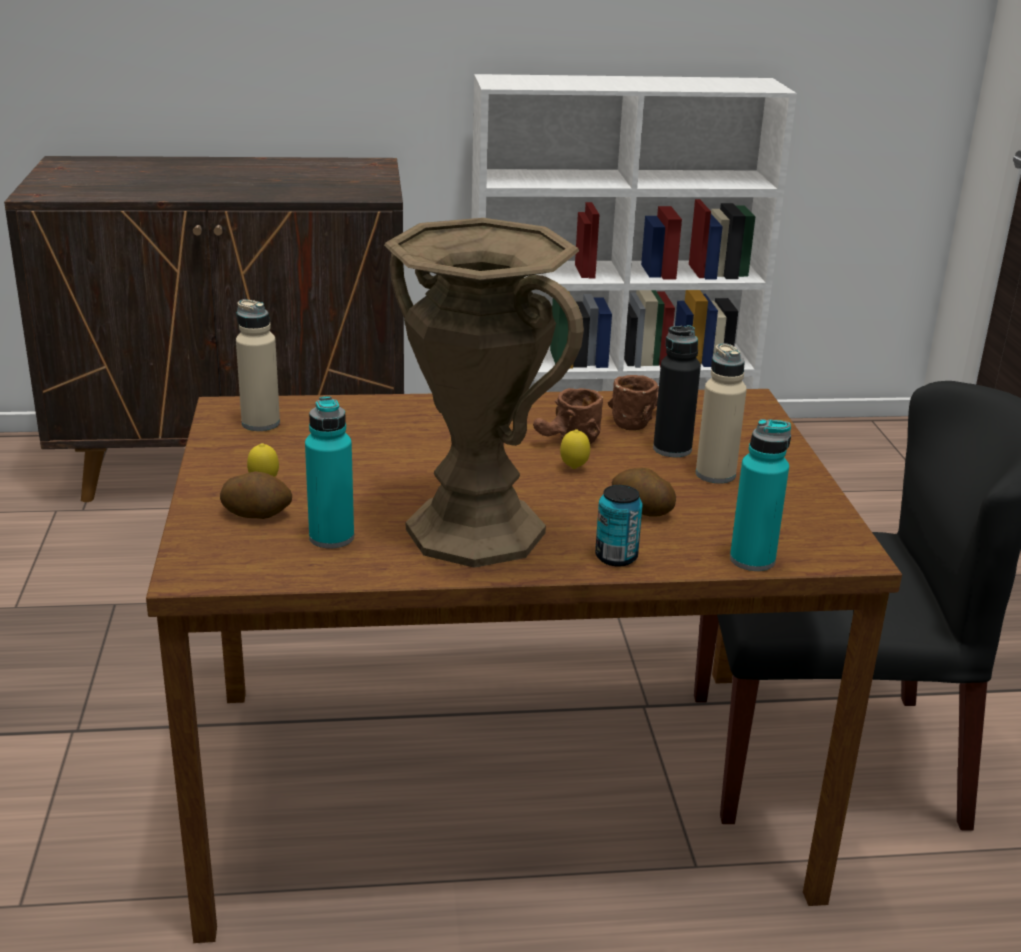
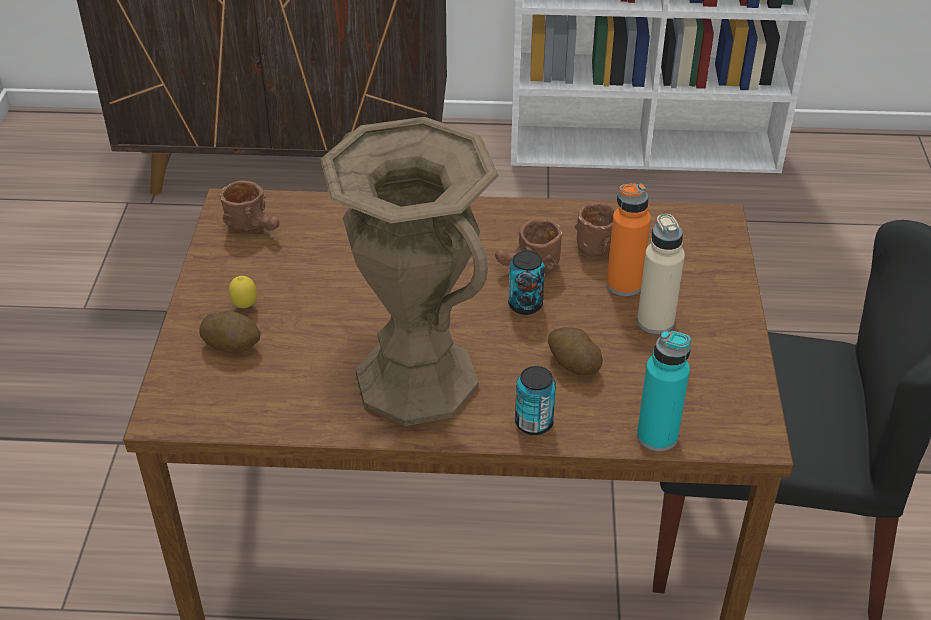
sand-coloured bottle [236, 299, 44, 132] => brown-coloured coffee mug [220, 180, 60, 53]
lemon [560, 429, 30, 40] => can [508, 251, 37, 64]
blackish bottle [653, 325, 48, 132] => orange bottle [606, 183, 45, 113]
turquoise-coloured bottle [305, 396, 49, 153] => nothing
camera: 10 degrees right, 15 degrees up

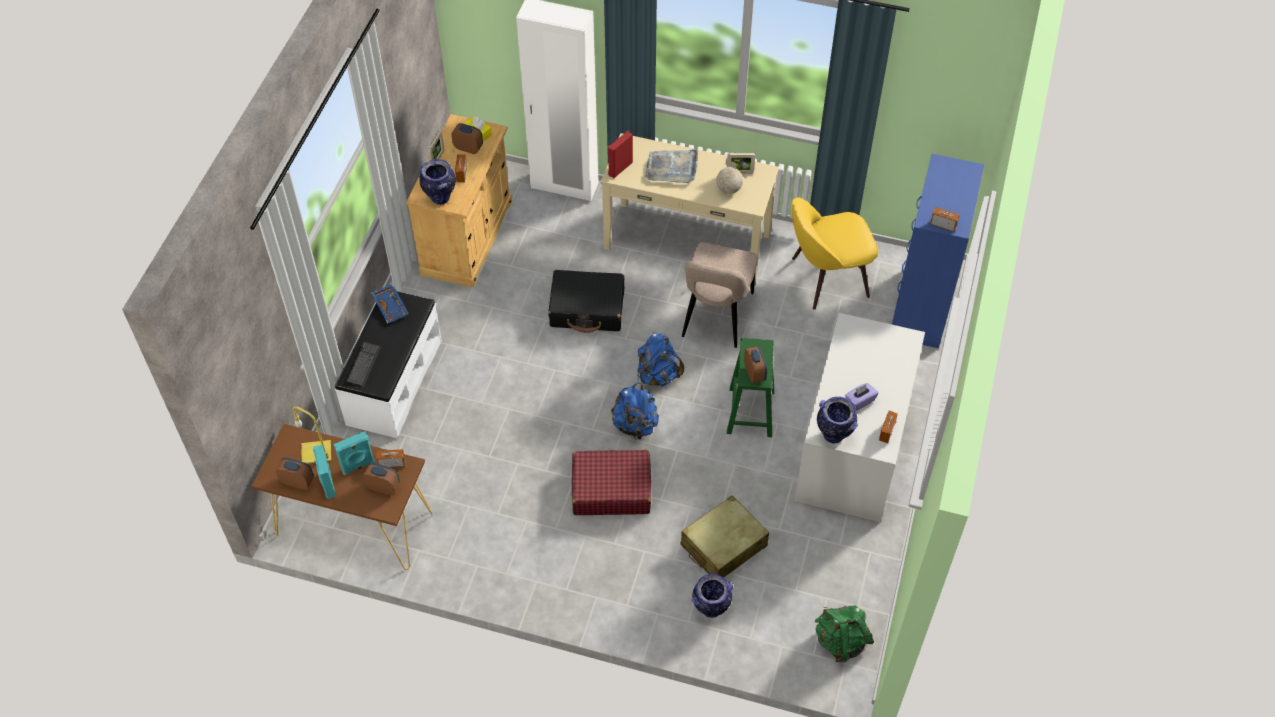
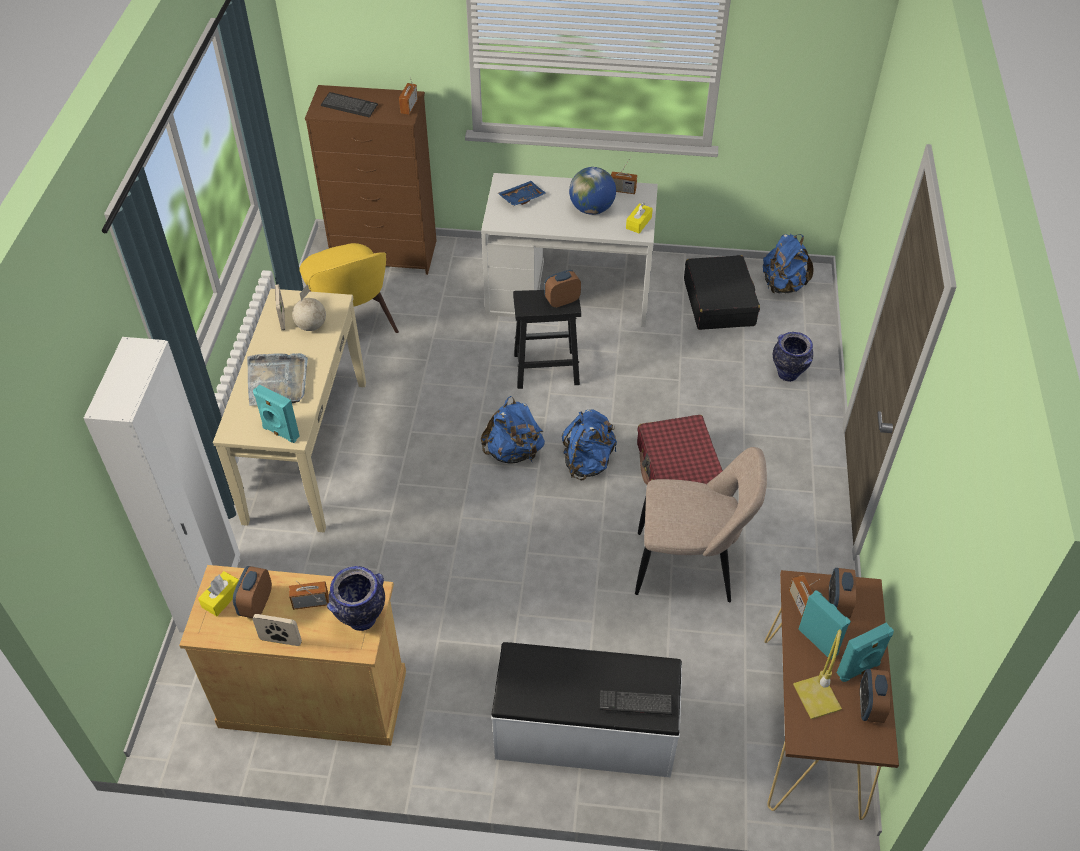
red-coloured audio speaker [608, 131, 25, 47] => turquoise-coloured audio speaker [253, 385, 47, 58]
bluish dresser [892, 154, 93, 195] => brown-coloured dresser [305, 85, 132, 190]
nothing => keyboard [321, 92, 57, 26]
bluish serving tray [371, 284, 38, 40] => bluish serving tray [498, 181, 49, 25], relocated
green-coloured sitting stool [727, 338, 47, 99] => blackish sitting stool [513, 290, 68, 99]
purplish tissue box [845, 383, 34, 28] => desk globe [569, 167, 47, 48]
flower vase [817, 397, 41, 46] => yellow tissue box [626, 203, 27, 30]
sand-coloured plain chair [682, 242, 75, 106] => sand-coloured plain chair [635, 447, 132, 155], relocated
blackish travel case [548, 270, 76, 63] => blackish travel case [684, 255, 76, 75], relocated
green-coloured backpack [815, 606, 59, 57] => bluish backpack [763, 234, 51, 60]
sand-coloured travel case [681, 496, 88, 82] => nothing
camera: 100 degrees left, 5 degrees down

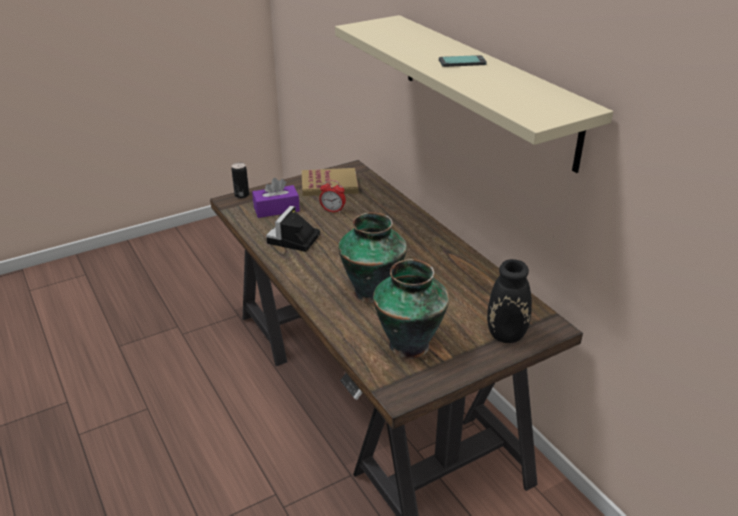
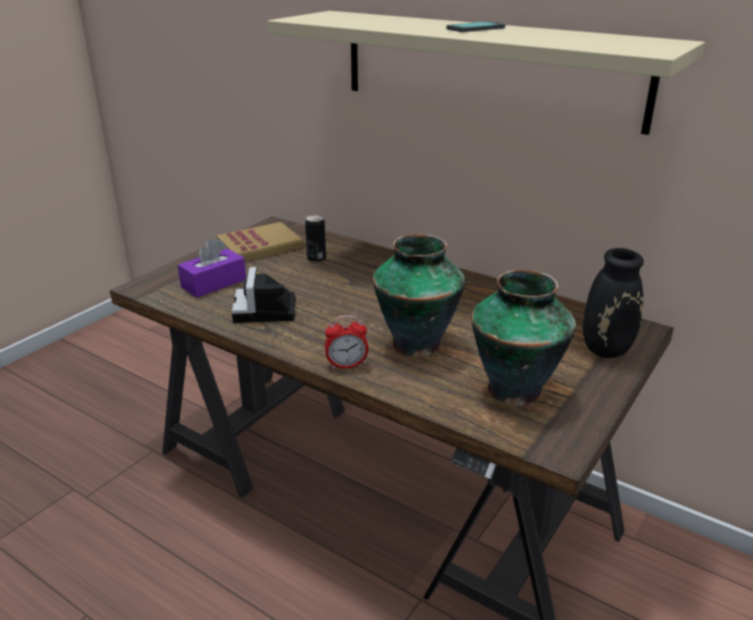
can [232, 162, 17, 37] => can [305, 214, 21, 48], relocated
table clock [319, 180, 27, 33] => table clock [325, 315, 43, 54], relocated
camera: 25 degrees left, 5 degrees down

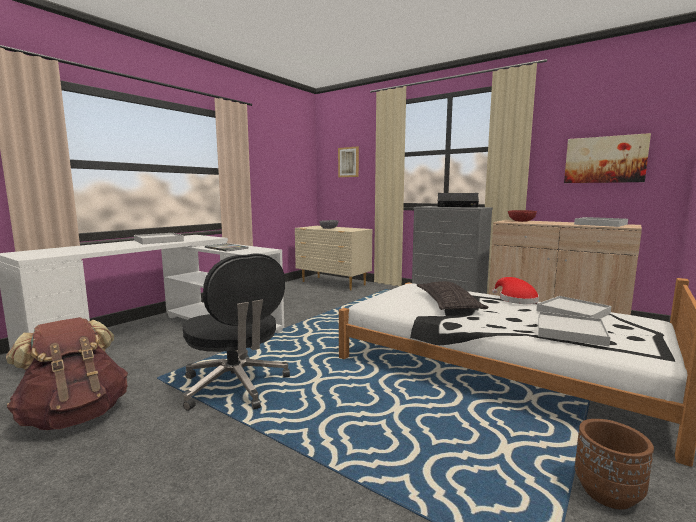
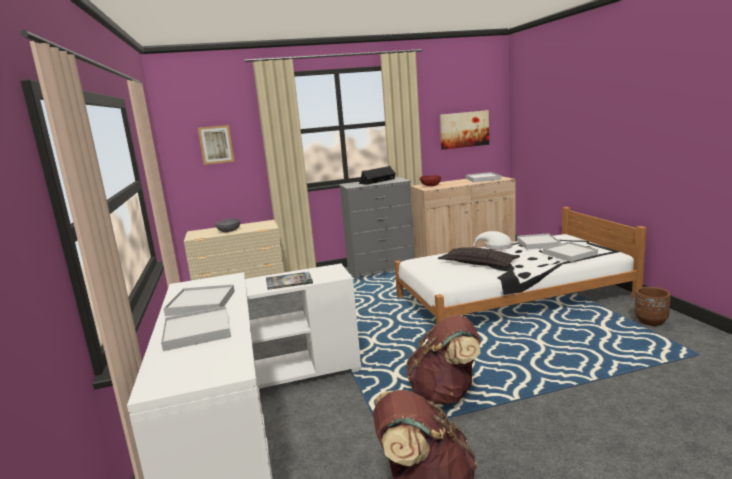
nothing => whitish serving tray [161, 306, 70, 45]
blackish desk chair [183, 253, 107, 158] => brown-coloured backpack [407, 315, 74, 89]
red-coloured clothing hat [492, 277, 47, 27] => whitish clothing hat [472, 231, 41, 19]
camera: 50 degrees left, 5 degrees up

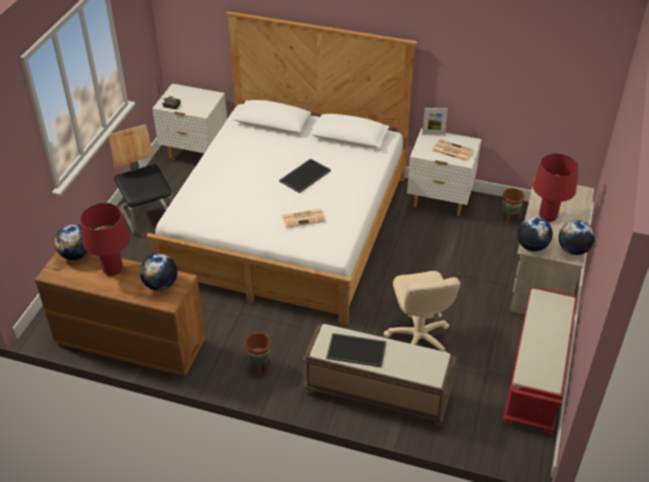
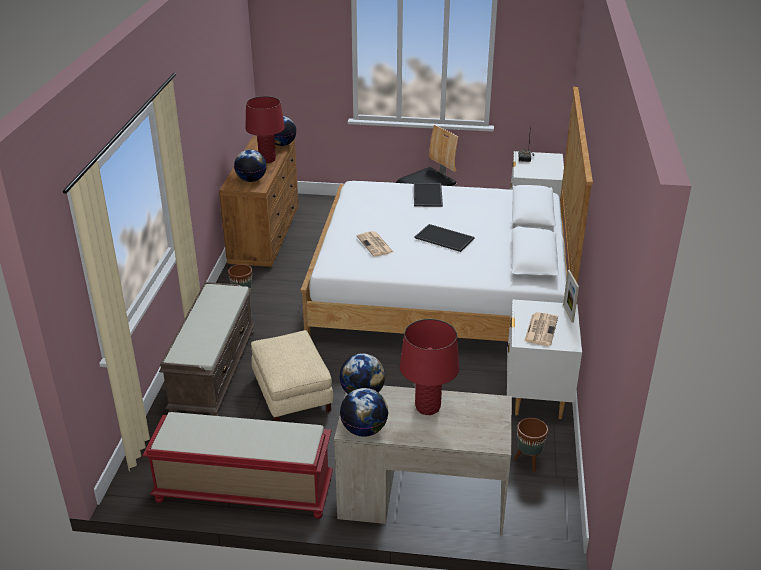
sand-coloured desk chair [384, 271, 76, 81] => sand-coloured footrest [251, 330, 82, 91]
serving tray [326, 333, 61, 35] => serving tray [414, 183, 29, 24], relocated
camera: 80 degrees right, 10 degrees down

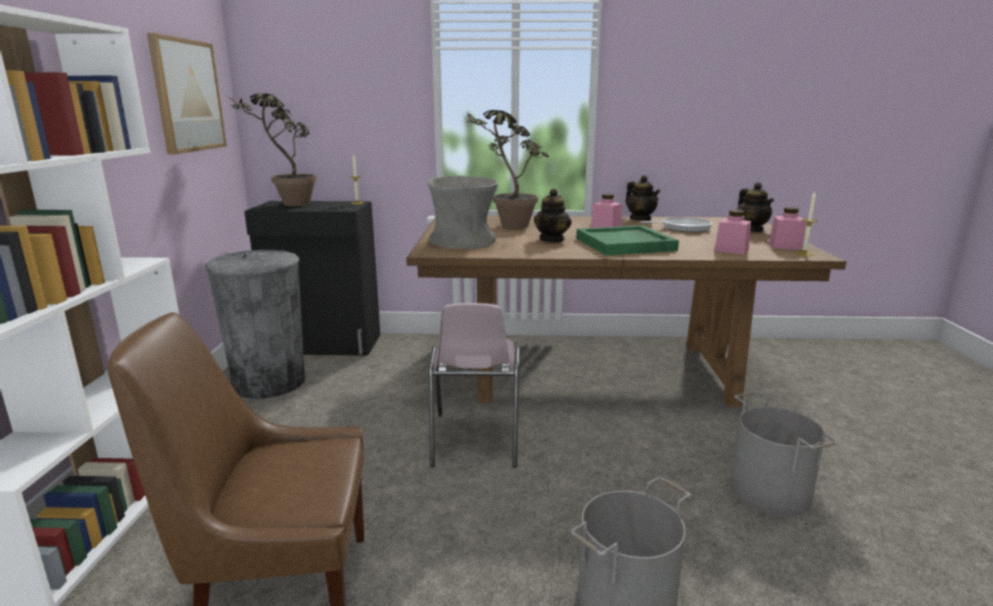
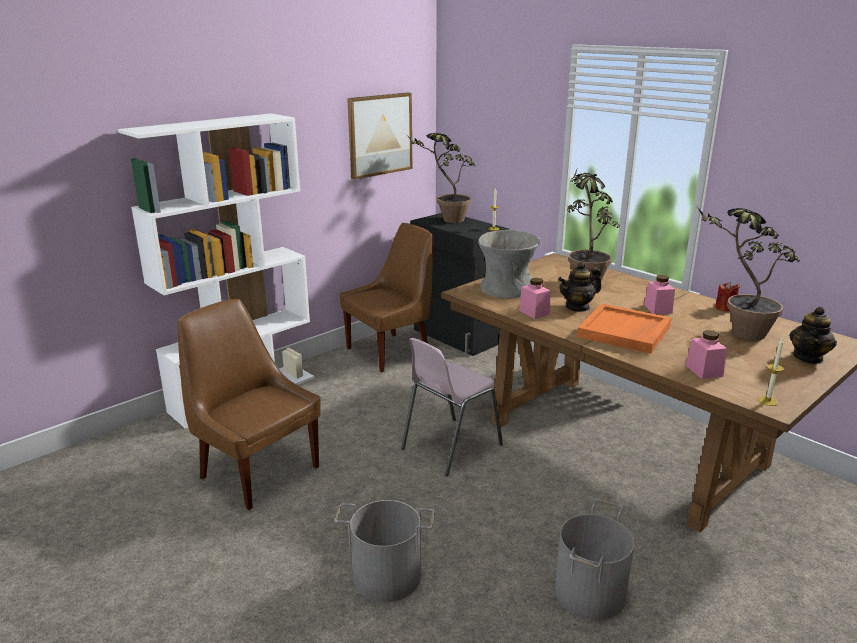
grey rubbish bin [205, 250, 100, 149] => brown-coloured plain chair [340, 223, 93, 150]
pink storage jar [769, 207, 37, 43] => pink storage jar [519, 278, 32, 41], relocated
green-coloured serving tray [576, 225, 103, 31] => orange serving tray [577, 303, 95, 51]
skillet [640, 217, 72, 15] => potted plant [697, 207, 103, 134]
pot for tea [625, 175, 35, 46] => red-coloured candle [715, 282, 25, 30]
camera: 45 degrees right, 5 degrees up

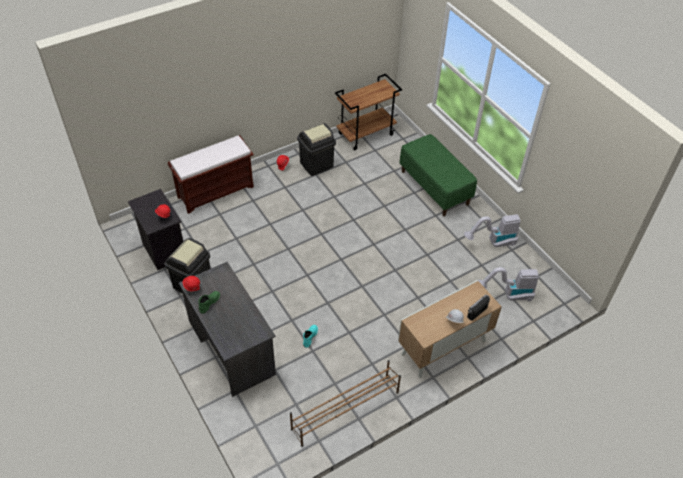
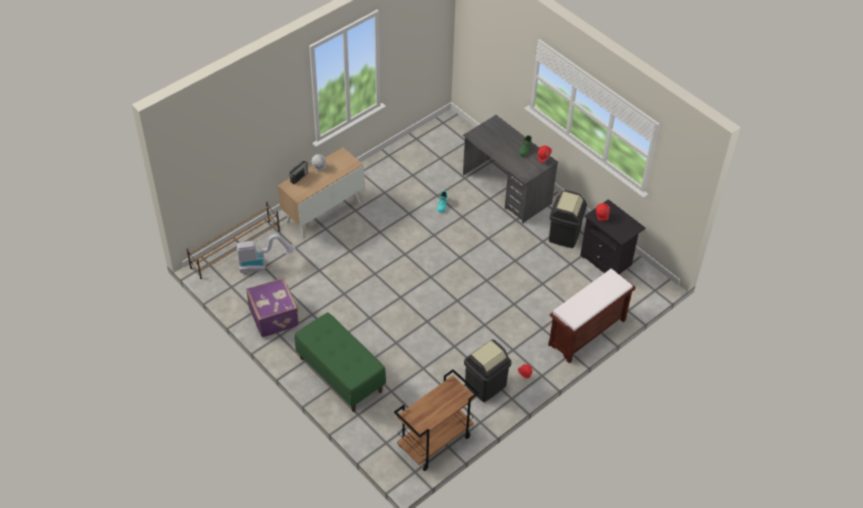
brown-coloured shoe stand [290, 360, 111, 87] => brown-coloured shoe stand [187, 202, 93, 77], relocated
vacuum [464, 214, 56, 33] => purplish travel case [246, 278, 53, 59]
camera: 170 degrees right, 0 degrees up

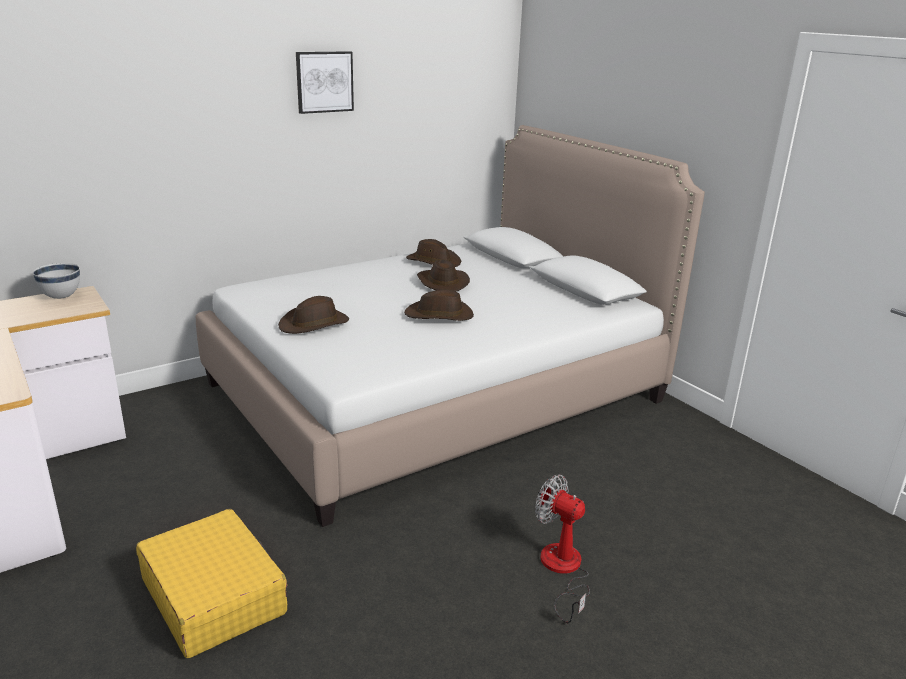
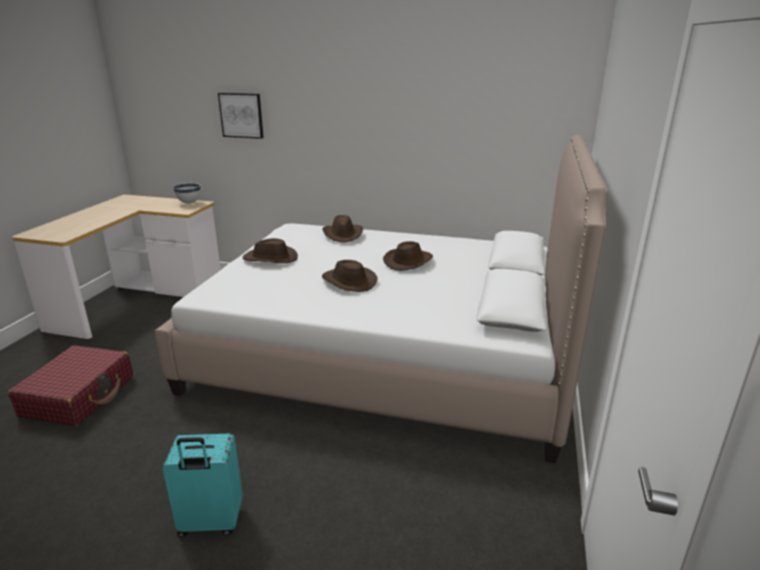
yellow travel case [136, 509, 151, 149] => red-coloured travel case [8, 345, 125, 81]
cooling fan [535, 474, 55, 149] => turquoise-coloured travel case [162, 434, 81, 103]
wall picture [296, 51, 58, 63] => wall picture [218, 93, 46, 46], relocated
brown-coloured clothing hat [406, 239, 55, 28] => brown-coloured clothing hat [322, 215, 41, 27], relocated
camera: 50 degrees right, 0 degrees up

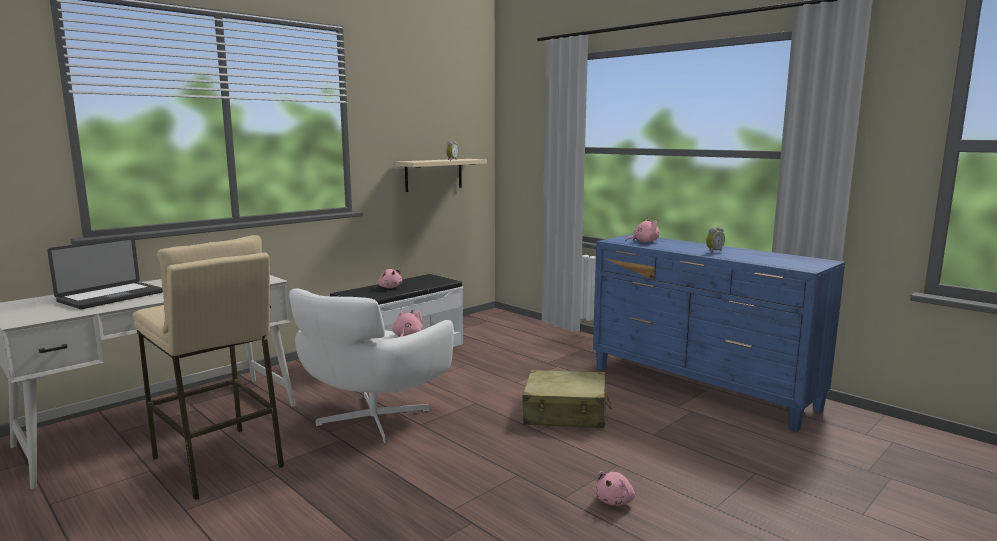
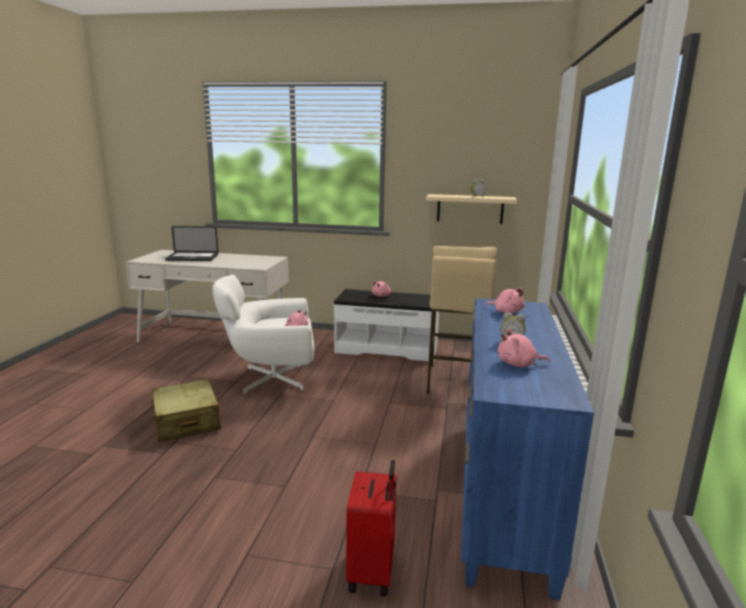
sand-coloured travel case [522, 370, 90, 58] => sand-coloured travel case [151, 379, 70, 63], relocated
nothing => red-coloured travel case [346, 460, 51, 136]
sand-coloured sitting stool [133, 235, 151, 266] => sand-coloured sitting stool [427, 246, 70, 149], relocated
pink plush toy [595, 471, 40, 35] => pink plush toy [498, 328, 52, 39], relocated
camera: 55 degrees right, 5 degrees up

